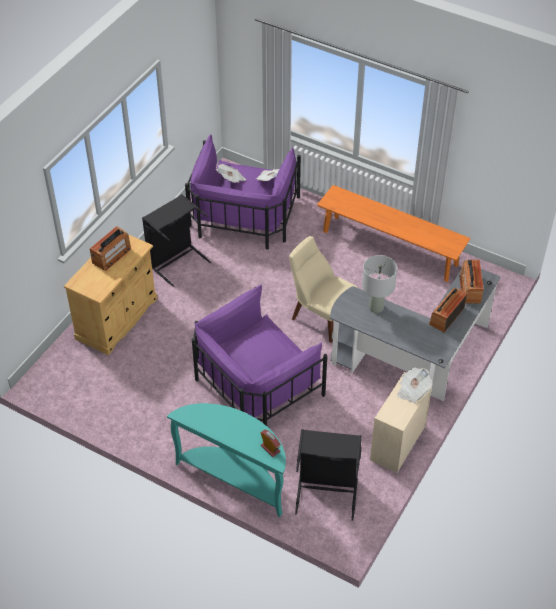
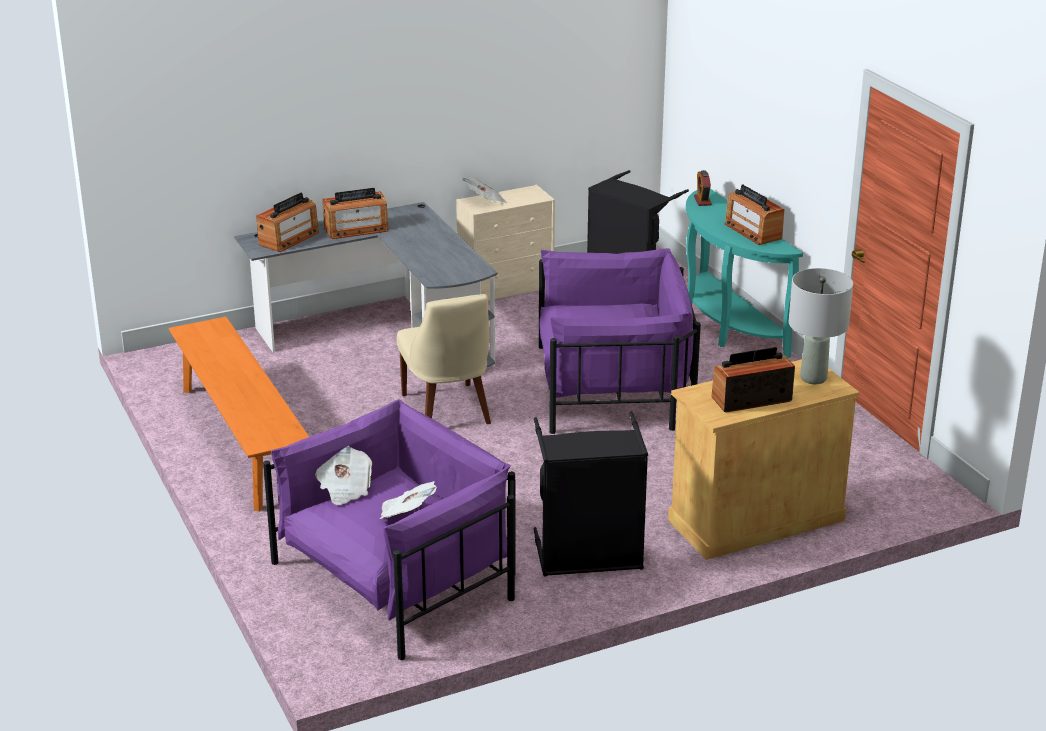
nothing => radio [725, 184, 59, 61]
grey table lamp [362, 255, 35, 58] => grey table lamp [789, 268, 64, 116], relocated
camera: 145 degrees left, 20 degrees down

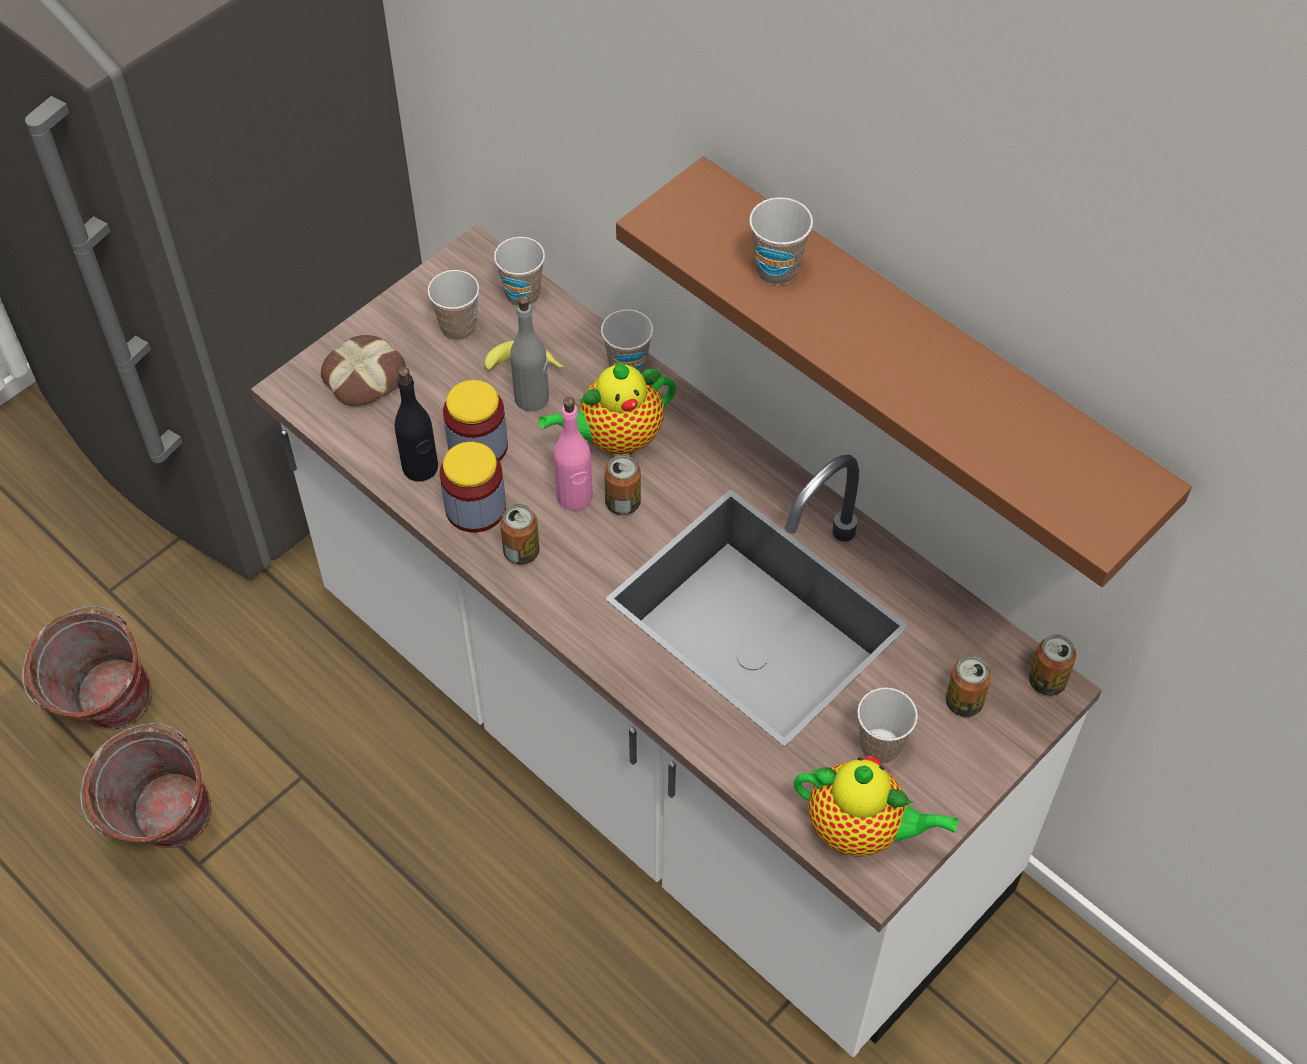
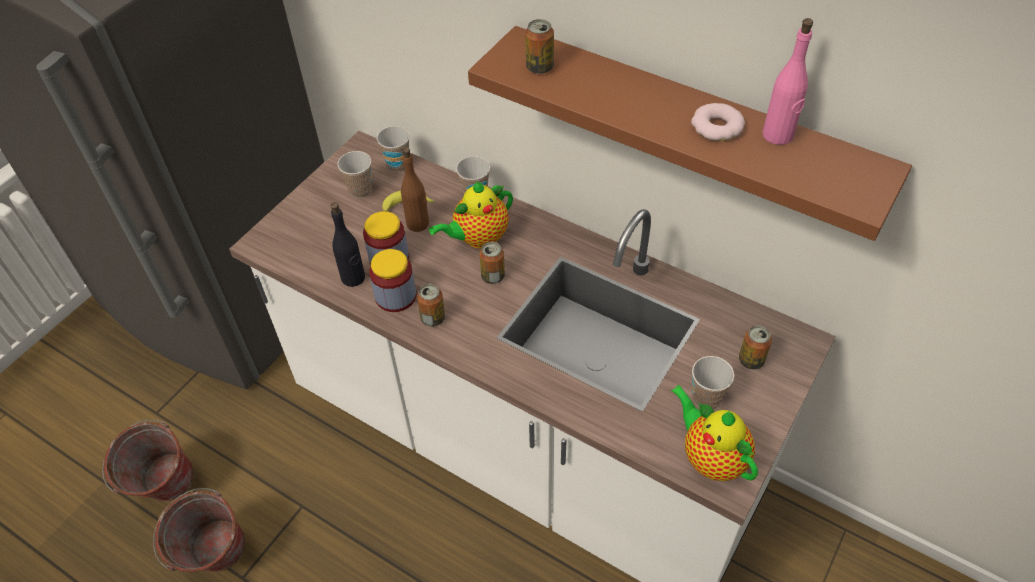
grey bottle [510, 295, 39, 116] => brown-coloured bottle [401, 147, 28, 85]
can [1029, 634, 47, 62] => can [525, 19, 29, 55], relocated
pot for tea [794, 756, 164, 101] => pot for tea [671, 385, 87, 96], 135 degrees counterclockwise
nothing => donut [691, 103, 54, 38]
pink bottle [553, 397, 40, 114] => pink bottle [762, 18, 51, 127], relocated
bread [321, 335, 85, 71] => nothing
small cup [749, 197, 64, 88] => nothing
camera: 10 degrees left, 5 degrees down

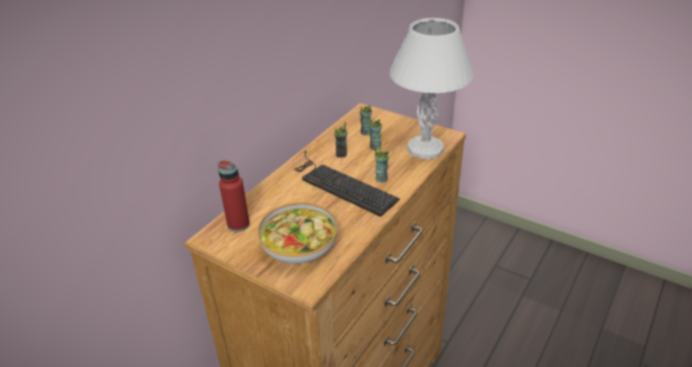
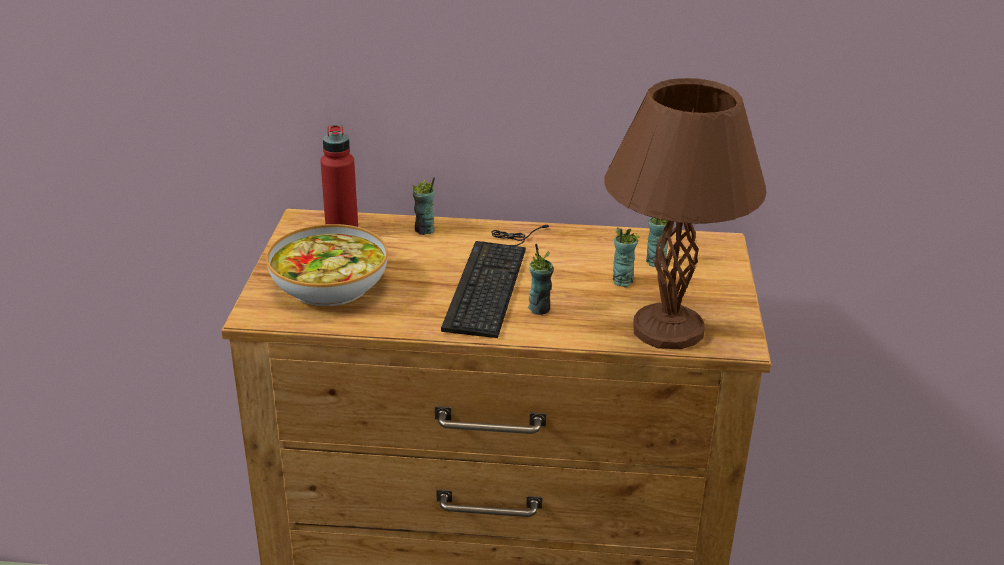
small cup [334, 121, 13, 37] => small cup [412, 177, 23, 58], relocated
whitish table lamp [389, 18, 85, 141] => brown-coloured table lamp [604, 78, 163, 271]
camera: 60 degrees right, 5 degrees down

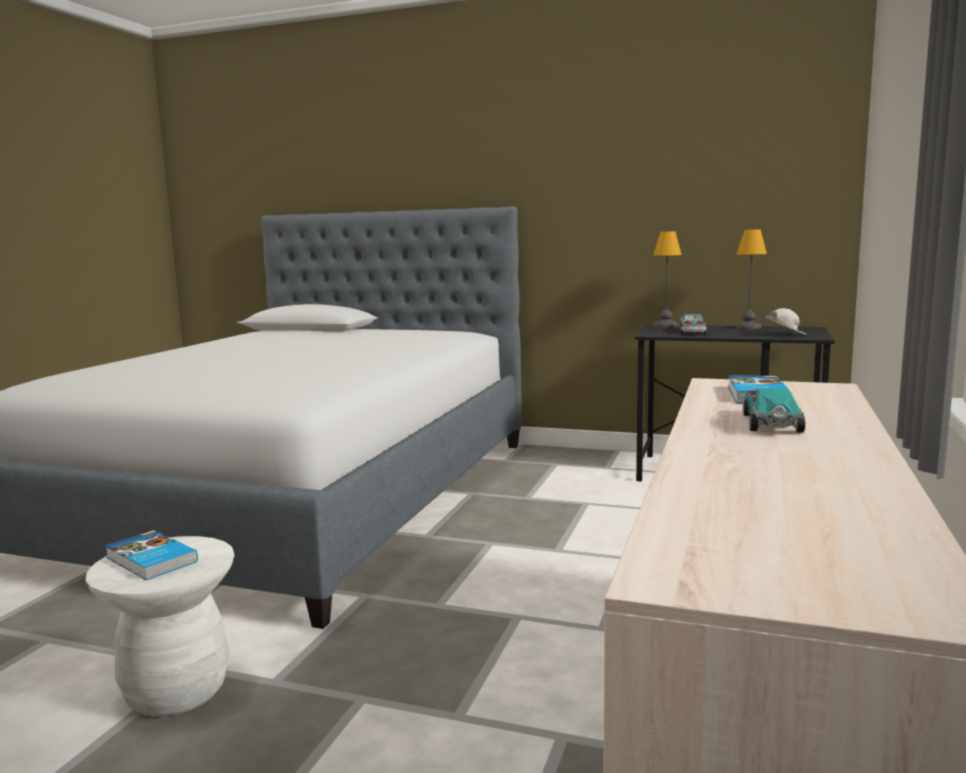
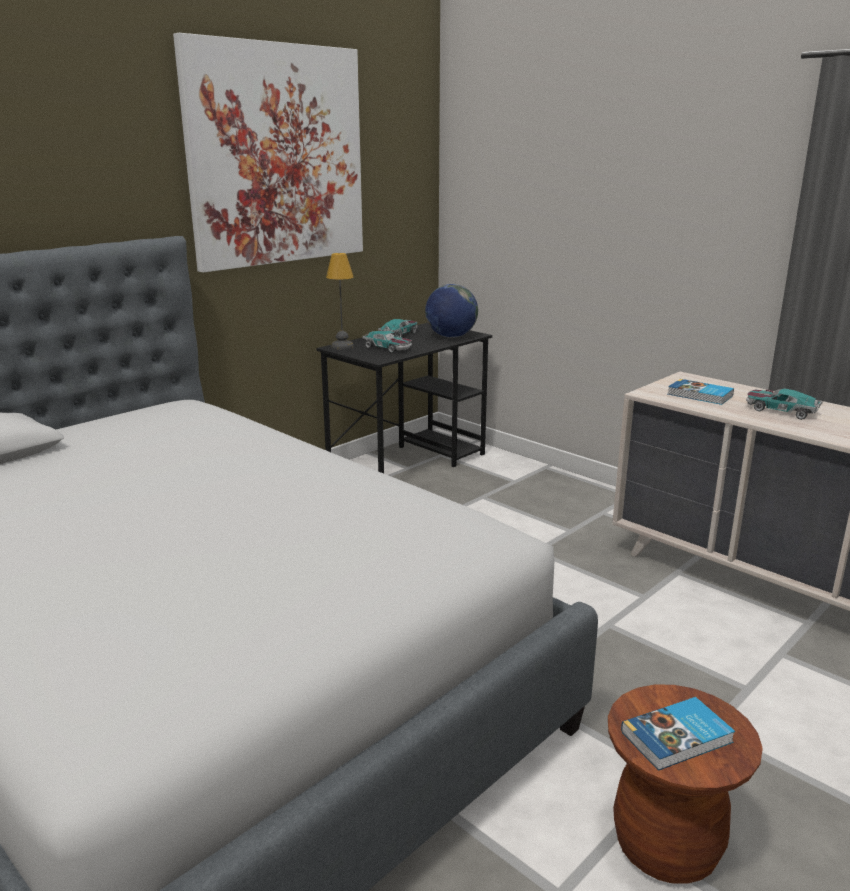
nothing => wall picture [173, 33, 190, 240]
table lamp [736, 229, 31, 101] => miniature car [378, 319, 40, 18]
whitish cap [765, 308, 42, 27] => desk globe [425, 284, 53, 54]
whitish sitting stool [86, 536, 148, 181] => brown-coloured sitting stool [608, 684, 155, 200]
camera: 65 degrees left, 10 degrees up

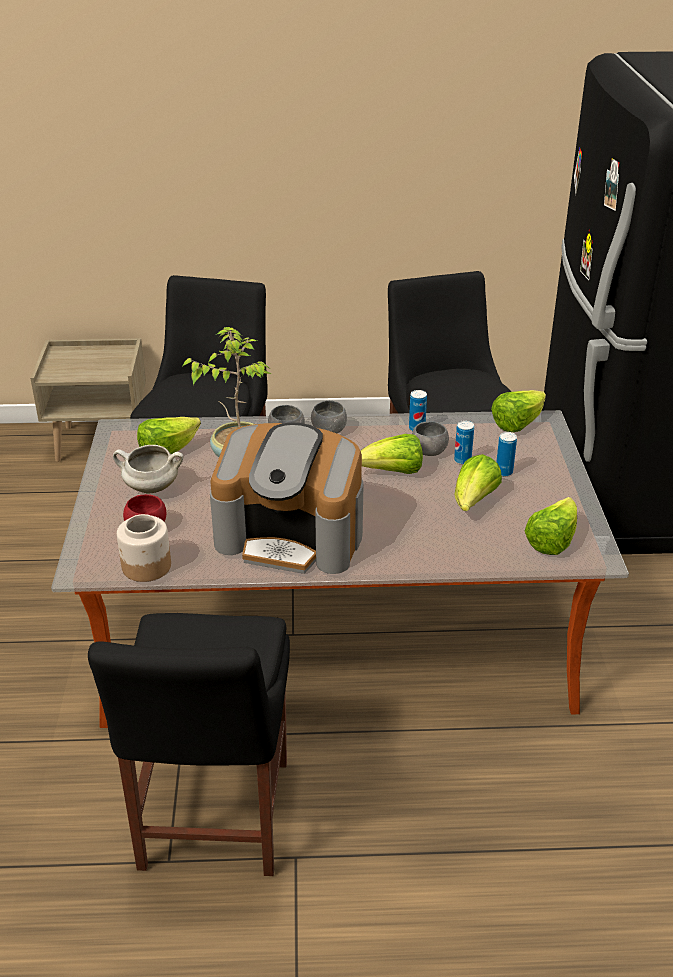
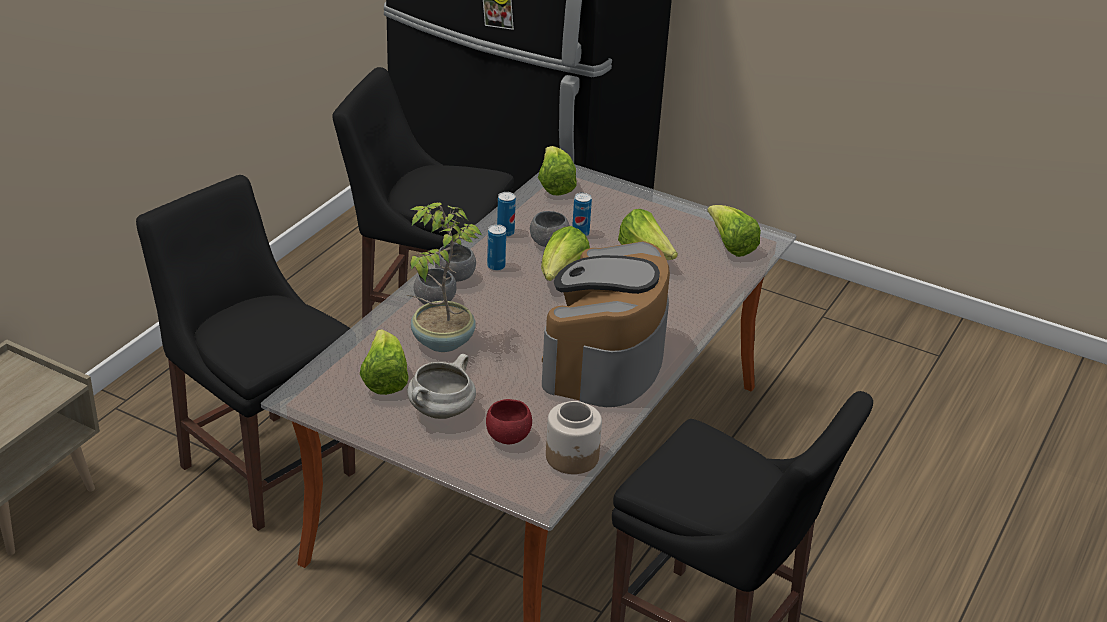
can [497, 432, 20, 44] => can [487, 224, 19, 47], relocated
coffee brewer [210, 422, 154, 152] => coffee brewer [542, 241, 128, 166], 150 degrees clockwise
camera: 60 degrees left, 0 degrees up

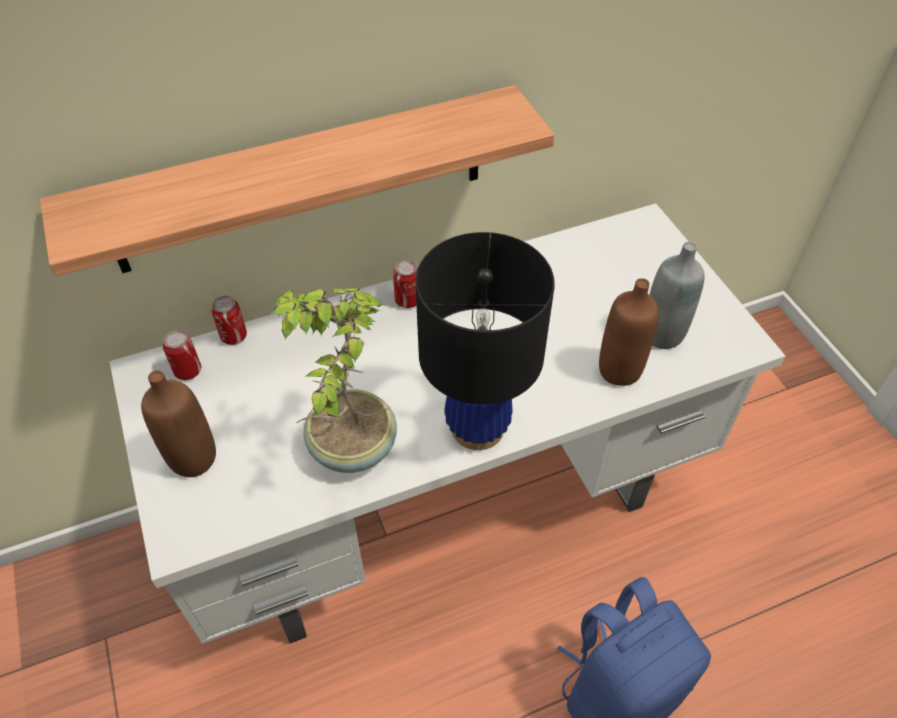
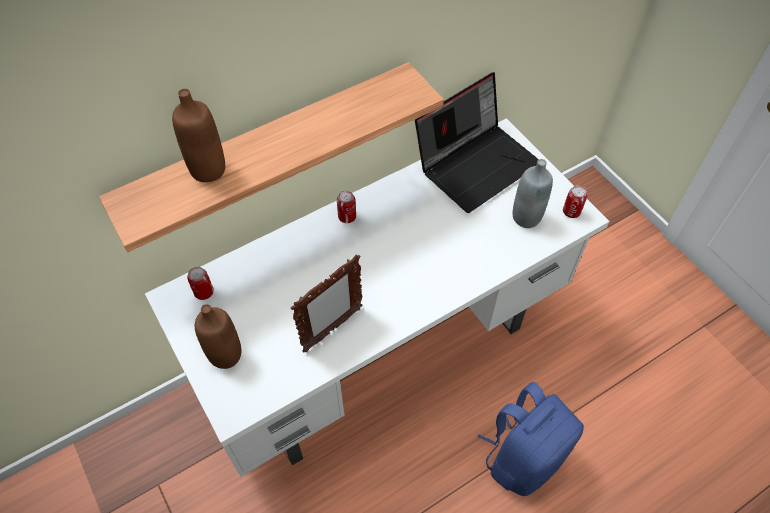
brown-coloured bottle [599, 278, 60, 108] => brown-coloured bottle [172, 89, 53, 93], relocated
potted plant [270, 288, 127, 185] => photo frame [291, 254, 72, 99]
nothing => portable computer [415, 72, 124, 141]
can [211, 295, 36, 50] => can [563, 185, 24, 33], relocated
blackish table lamp [415, 232, 140, 218] => nothing
camera: 10 degrees left, 5 degrees up

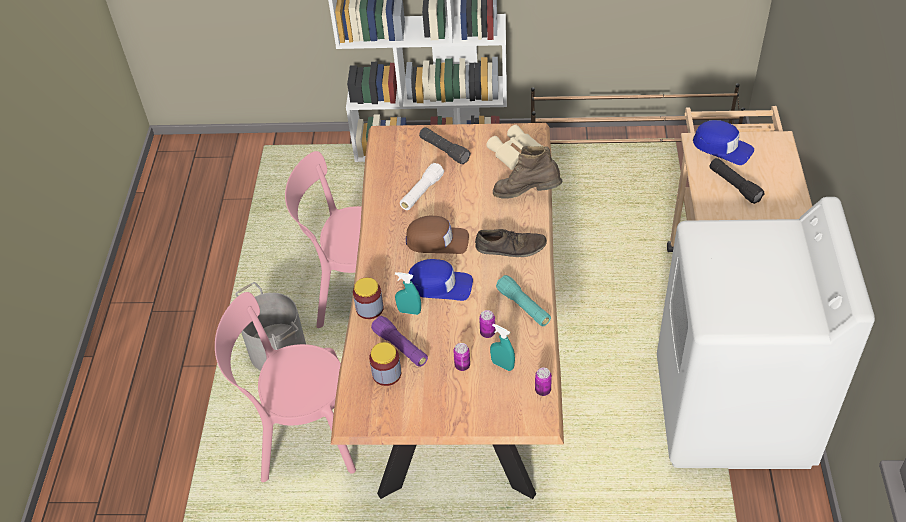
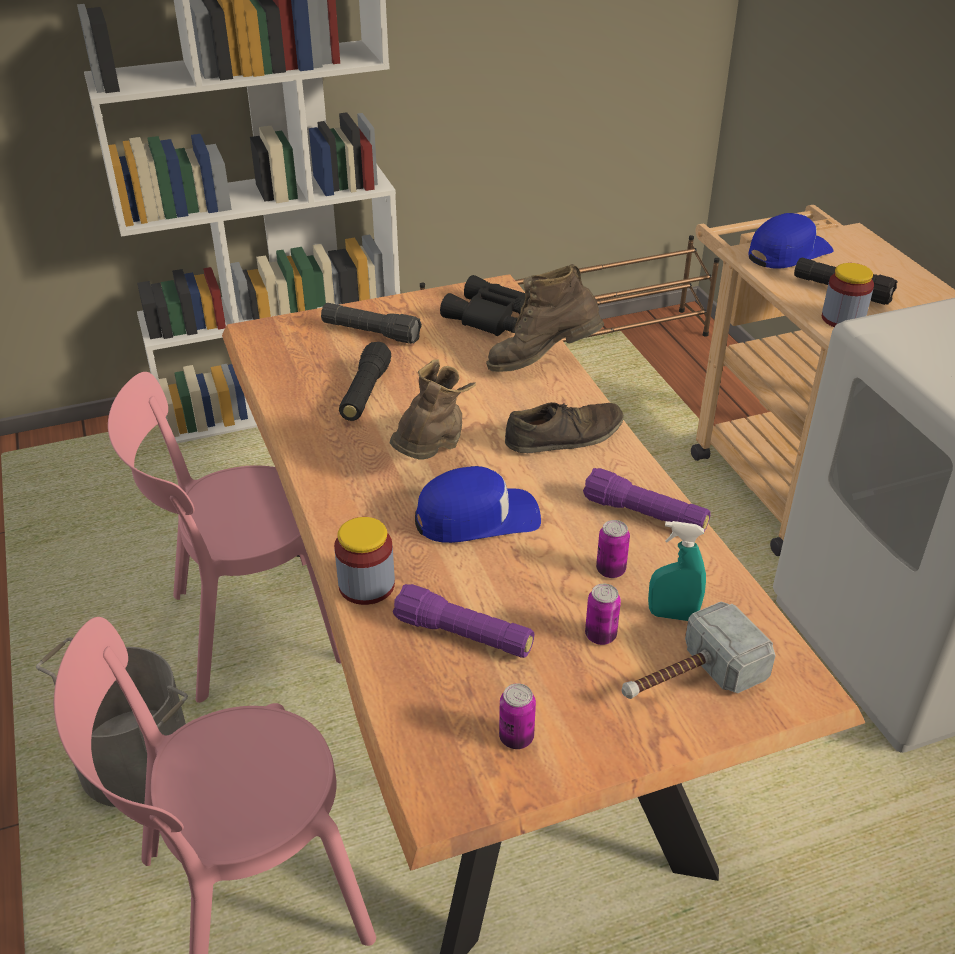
whitish flashlight [400, 163, 44, 47] => blackish flashlight [339, 342, 52, 79]
brown-coloured cap [406, 216, 63, 38] => brown-coloured tall boot [390, 359, 86, 101]
sand-coloured pair of binoculars [486, 125, 56, 45] => blackish pair of binoculars [440, 275, 85, 61]
can [535, 368, 17, 28] => can [499, 683, 37, 66], relocated
turquoise-coloured flashlight [496, 275, 55, 51] => purplish flashlight [583, 468, 128, 64]
nothing => hammer [622, 602, 154, 97]
bluish cap [693, 120, 61, 45] => bluish cap [748, 213, 86, 56], 45 degrees counterclockwise
storage jar [369, 342, 32, 44] => storage jar [822, 263, 52, 64], relocated
turquoise-coloured sprayer [395, 272, 26, 43] => nothing
camera: 25 degrees left, 10 degrees down

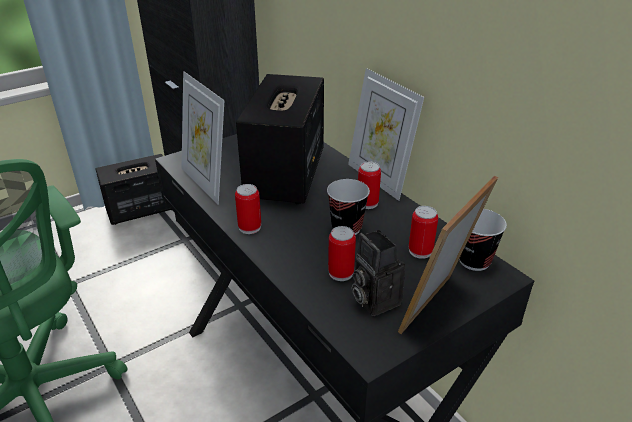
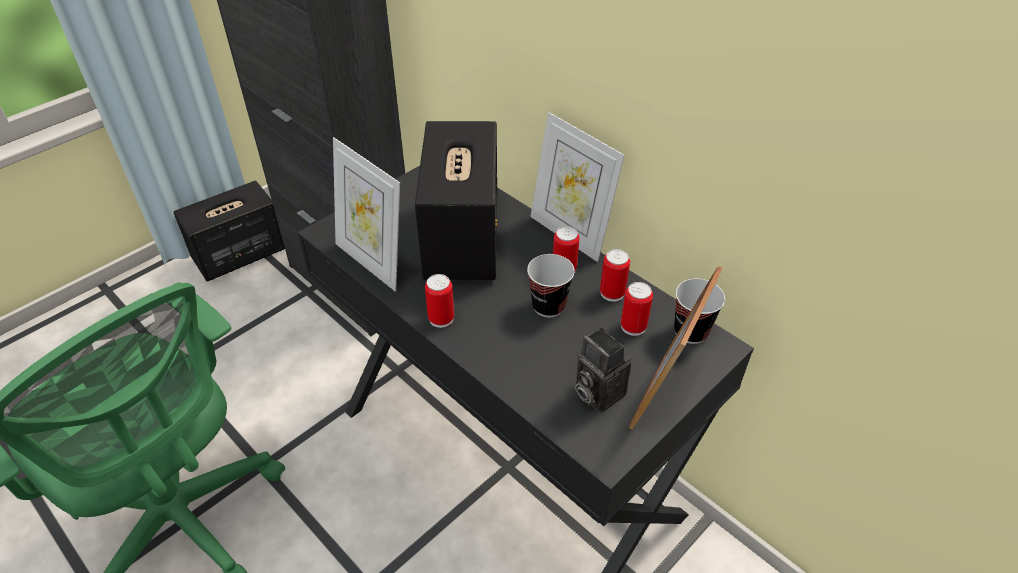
can [328, 226, 28, 55] => can [600, 249, 30, 53], relocated
camera: 10 degrees left, 10 degrees up

